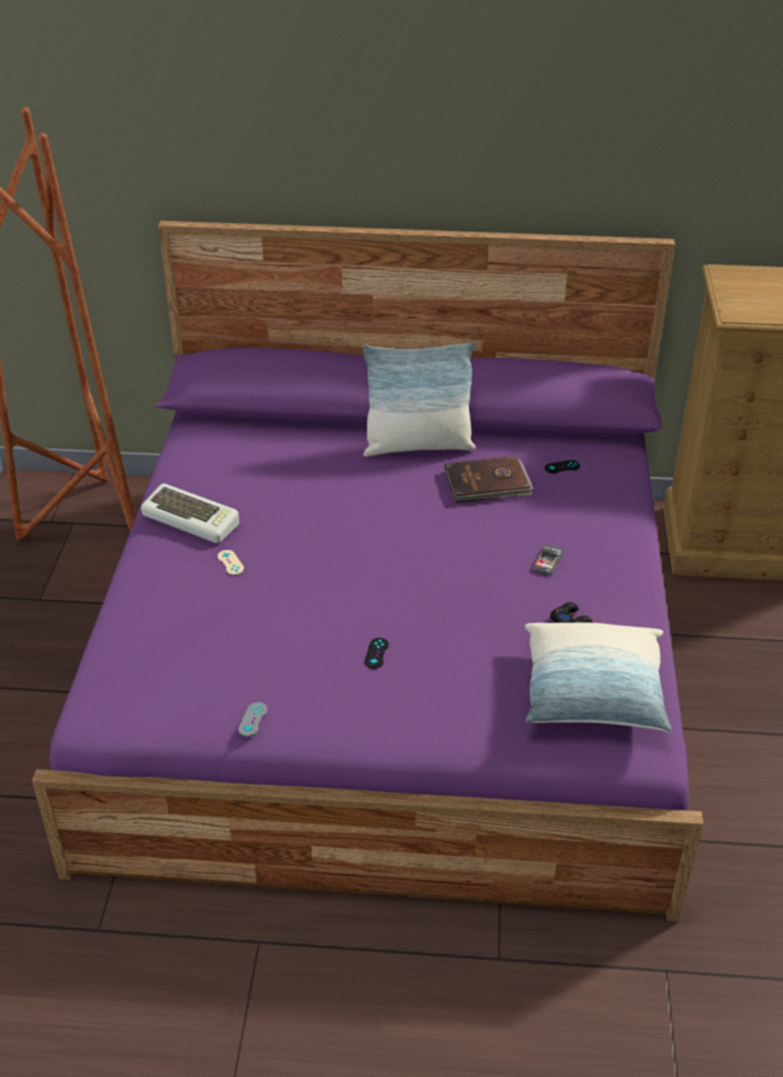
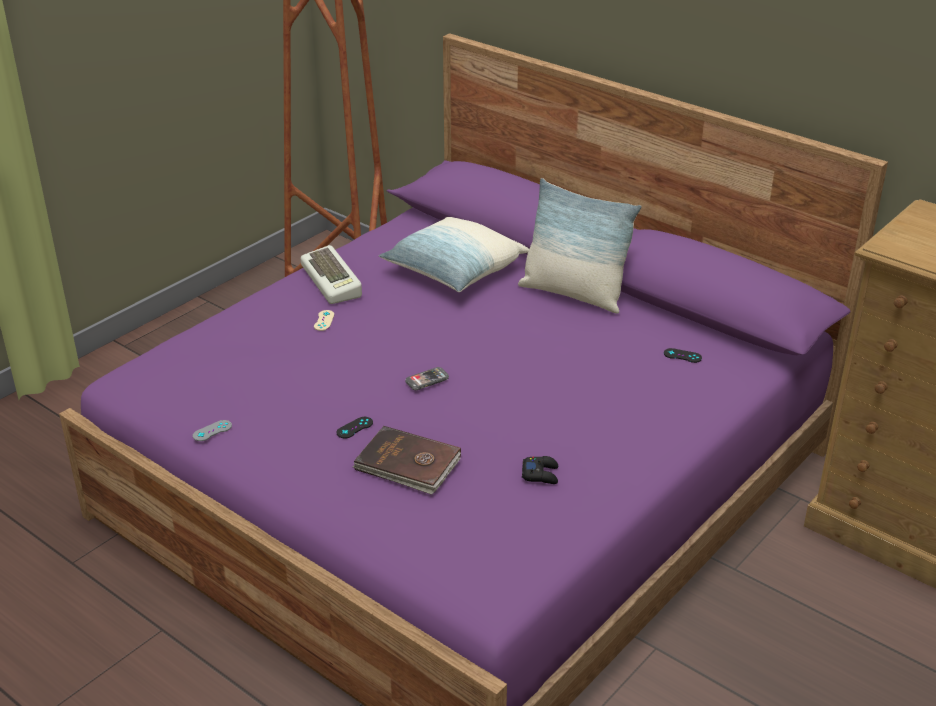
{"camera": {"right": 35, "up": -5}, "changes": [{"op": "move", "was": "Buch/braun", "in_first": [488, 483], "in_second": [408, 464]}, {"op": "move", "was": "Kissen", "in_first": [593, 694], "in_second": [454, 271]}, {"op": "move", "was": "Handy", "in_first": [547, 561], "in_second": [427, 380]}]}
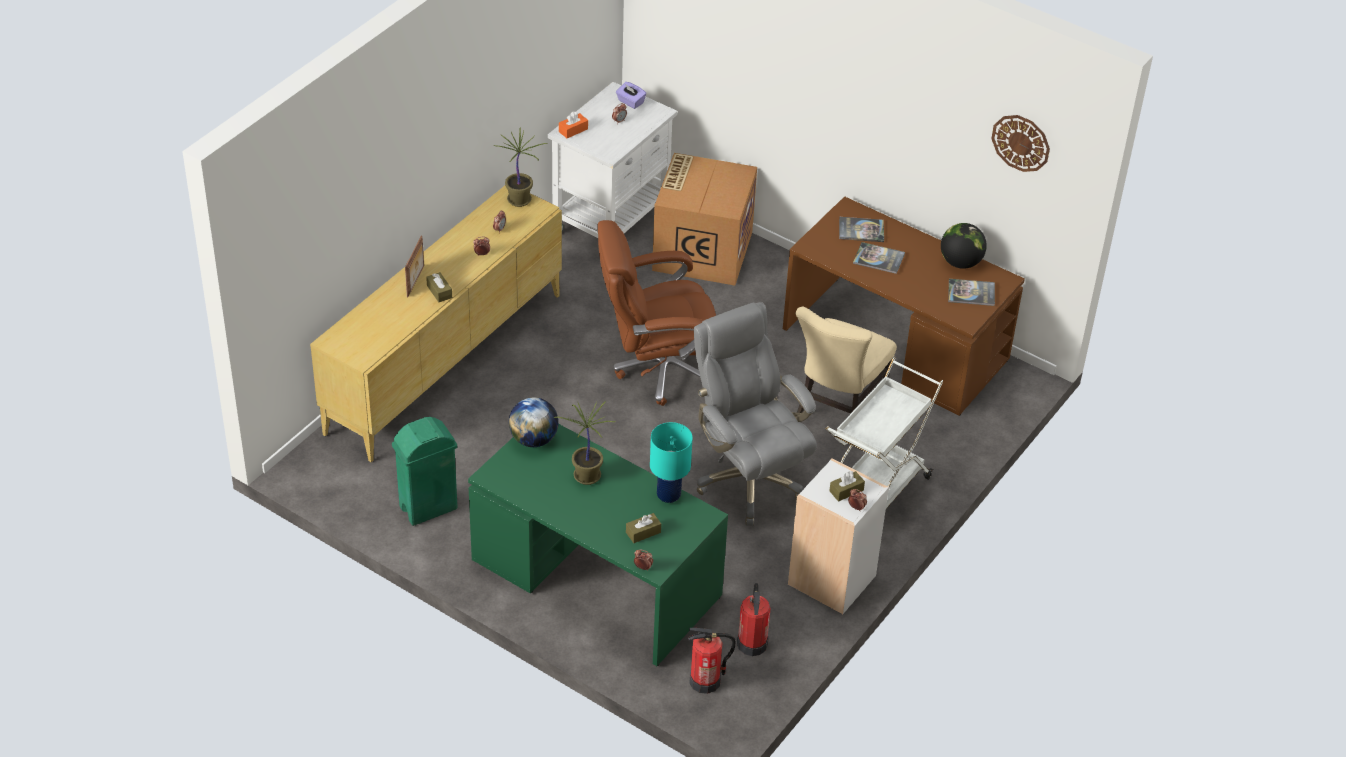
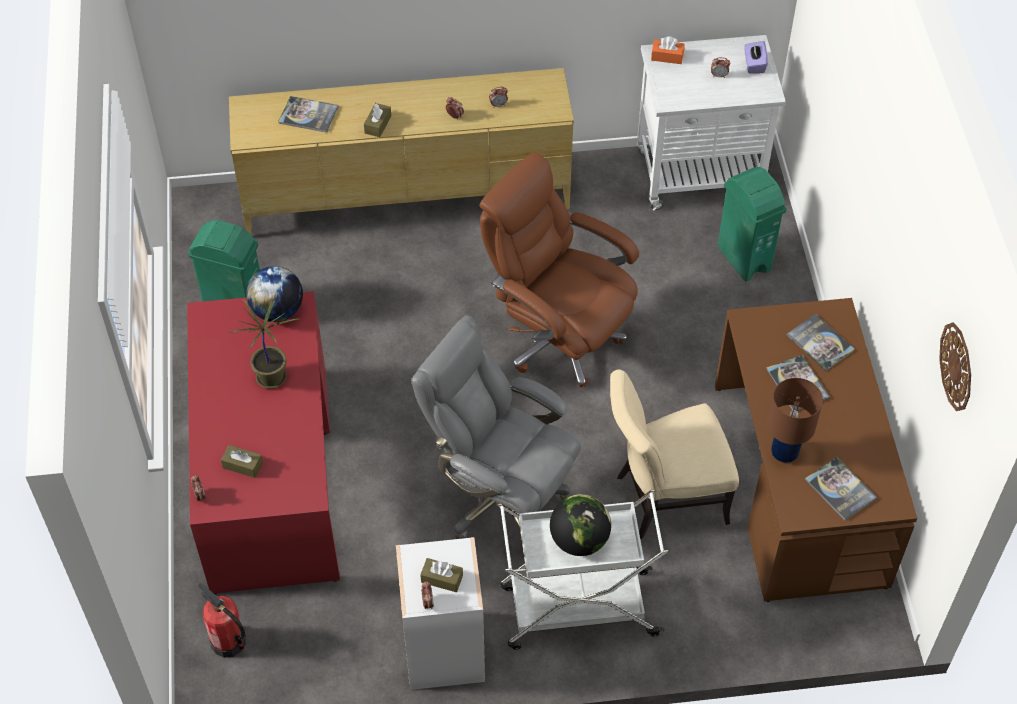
{"camera": {"right": 50, "up": 10}, "changes": [{"op": "delete", "was": "Bilderrahmen", "in_first": [416, 281]}, {"op": "delete", "was": "Topfpflanze", "in_first": [520, 200]}, {"op": "delete", "was": "Tischlampe/türkis", "in_first": [669, 496]}, {"op": "delete", "was": "Feuerlöscher", "in_first": [752, 643]}, {"op": "insert", "now": "Buch", "in_second": [308, 115]}, {"op": "insert", "now": "Tischlampe/braun", "in_second": [784, 453]}, {"op": "move", "was": "Globus", "in_first": [960, 262], "in_second": [579, 540]}, {"op": "replace", "was": "Karton", "now": "Mülleimer/grün", "in_first": [701, 250], "in_second": [744, 258]}, {"op": "recolor", "was": "Schreibtisch/grün", "now": "Schreibtisch/rot", "in_first": [595, 579], "in_second": [269, 477]}, {"op": "rotate", "was": "Bürostuhl/grau", "in_first": [748, 479], "in_second": [500, 497], "clockwise": -75}]}
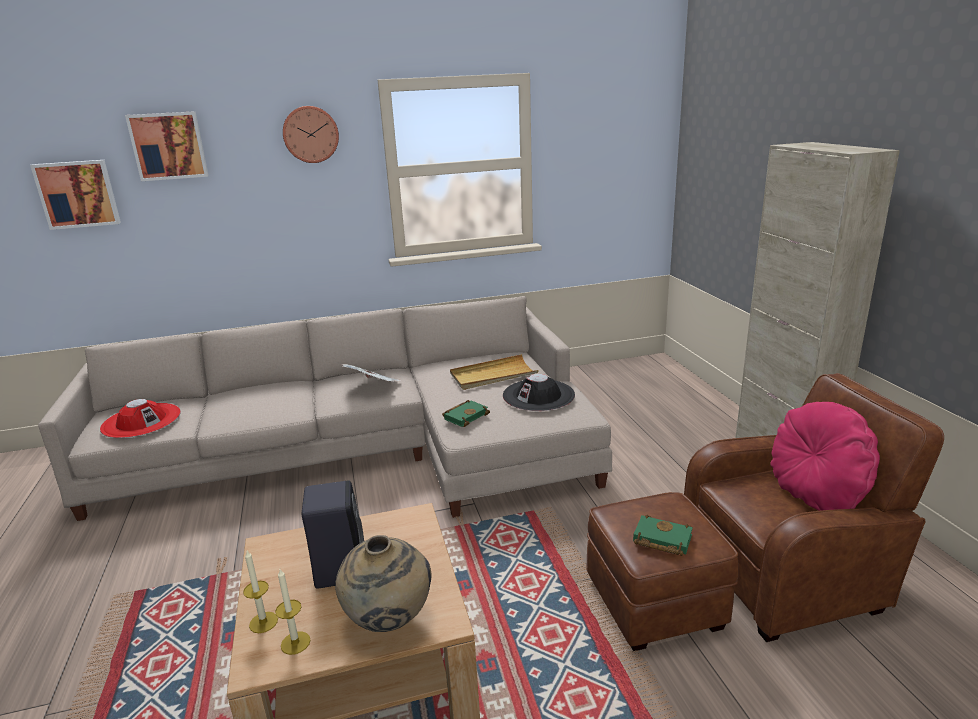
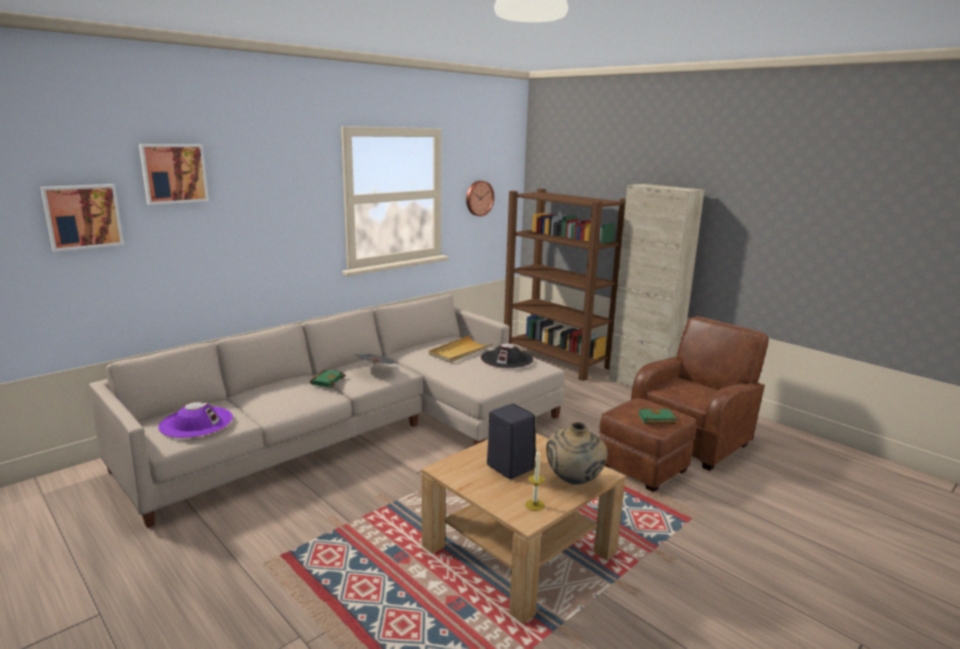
{"camera": {"right": -30, "up": -5}, "changes": [{"op": "delete", "was": "Kerze", "in_first": [263, 622]}, {"op": "delete", "was": "Kissen/rosa", "in_first": [815, 497]}, {"op": "insert", "now": "Bücherregal/braun", "in_second": [556, 359]}, {"op": "move", "was": "Wanduhr", "in_first": [310, 134], "in_second": [478, 198]}, {"op": "move", "was": "Buch/grün", "in_first": [466, 416], "in_second": [327, 381]}, {"op": "recolor", "was": "Hut/rot", "now": "Hut/lila", "in_first": [141, 420], "in_second": [196, 422]}]}
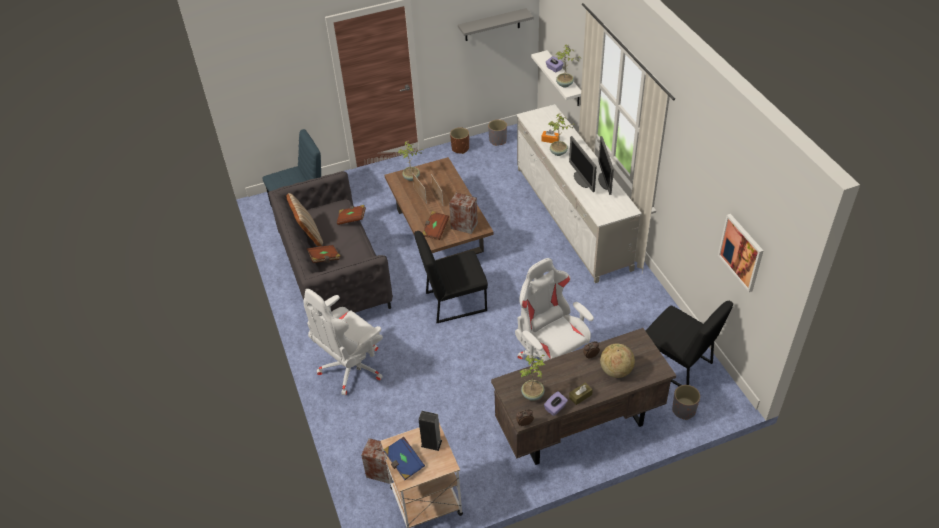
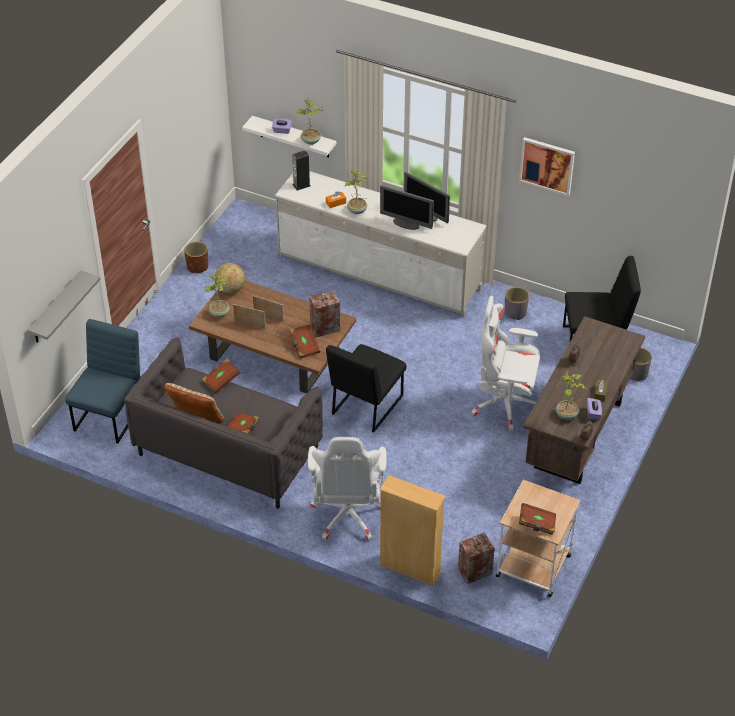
{"camera": {"right": -45, "up": 0}, "changes": [{"op": "insert", "now": "Bücherregal/beige", "in_second": [410, 568]}, {"op": "move", "was": "Lautsprecher", "in_first": [431, 443], "in_second": [301, 185]}, {"op": "move", "was": "Wandregal/grau", "in_first": [492, 25], "in_second": [56, 308]}, {"op": "move", "was": "Pflanzkübel/grau", "in_first": [498, 140], "in_second": [515, 312]}, {"op": "move", "was": "Globus", "in_first": [615, 370], "in_second": [230, 289]}, {"op": "move", "was": "Bild", "in_first": [741, 252], "in_second": [547, 165]}, {"op": "recolor", "was": "Buch/blau", "now": "Buch/braun", "in_first": [404, 463], "in_second": [537, 524]}]}
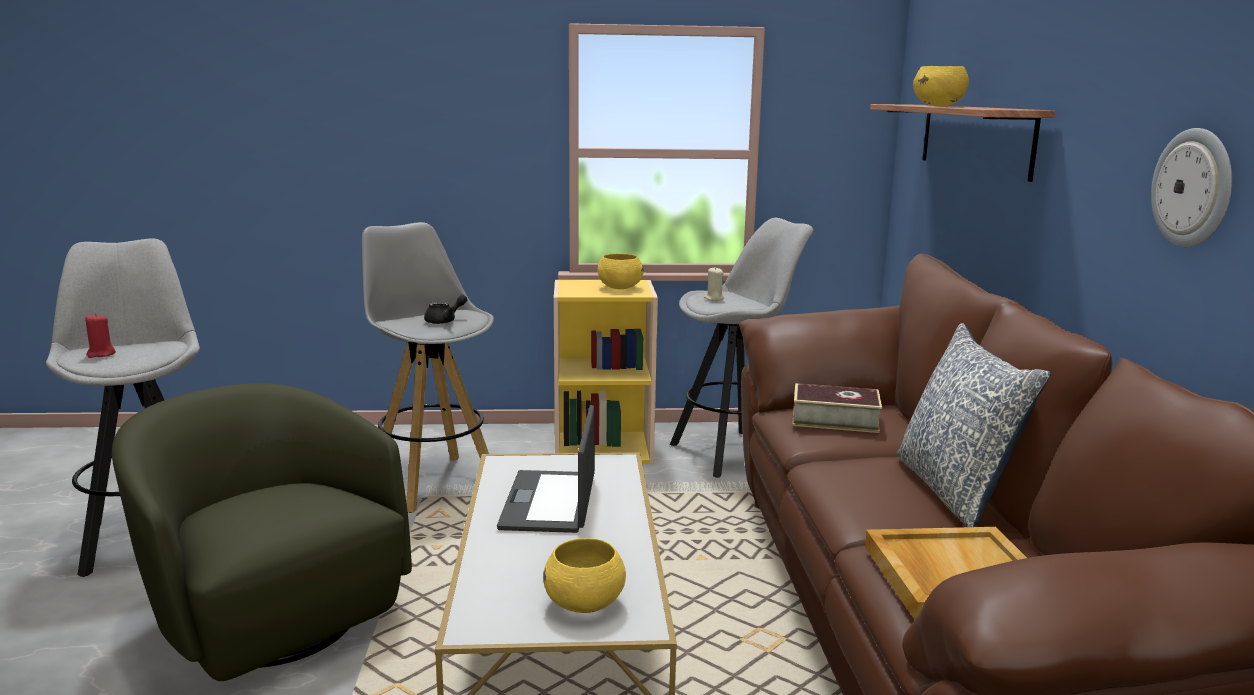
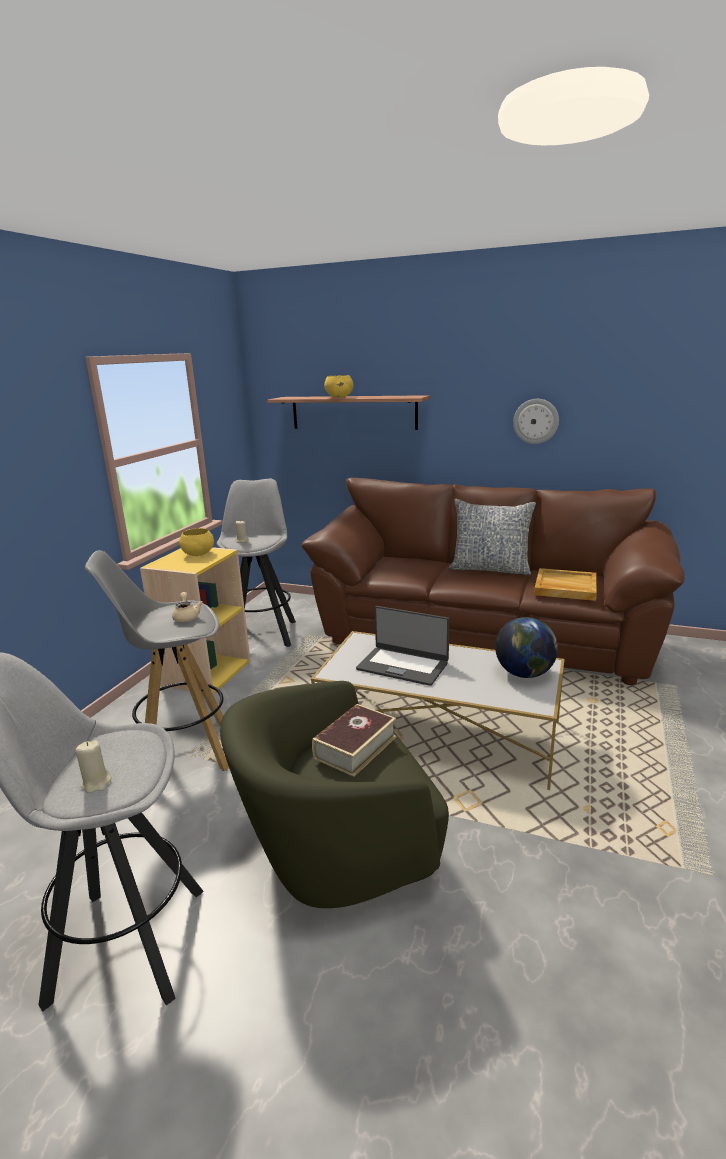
{"camera": {"right": -65, "up": 5}, "changes": [{"op": "move", "was": "Buch", "in_first": [835, 419], "in_second": [355, 747]}, {"op": "replace", "was": "Schüssel/gelb", "now": "Globus", "in_first": [585, 604], "in_second": [524, 673]}, {"op": "recolor", "was": "Kerze/rot", "now": "Kerze/beige", "in_first": [101, 354], "in_second": [96, 783]}, {"op": "recolor", "was": "Teekanne/schwarz", "now": "Teekanne/beige", "in_first": [445, 321], "in_second": [186, 616]}]}
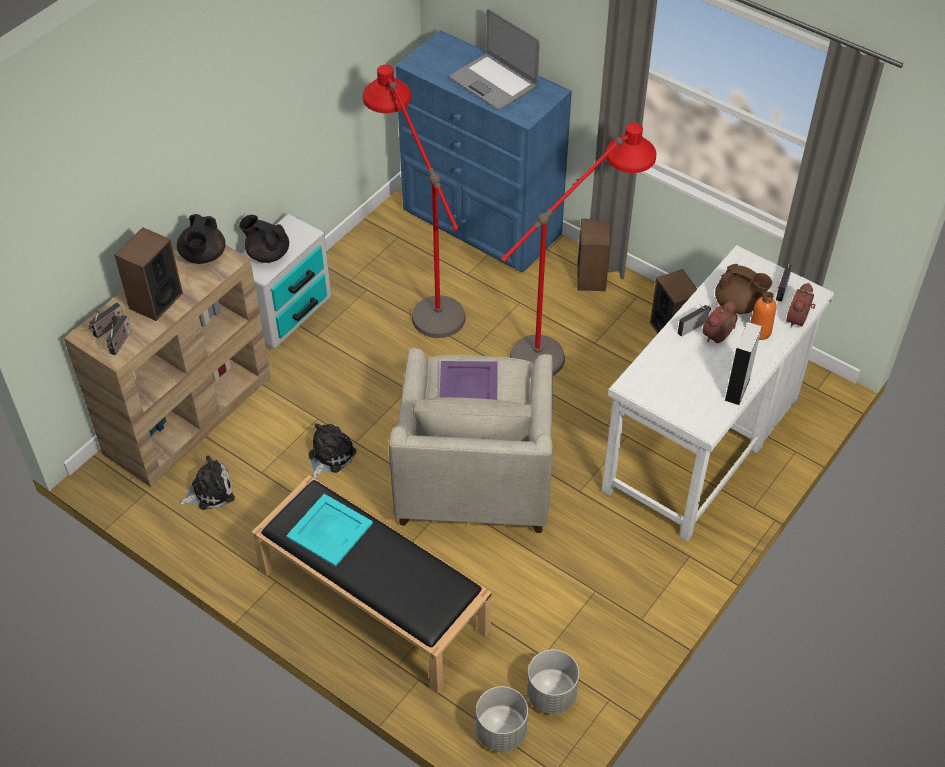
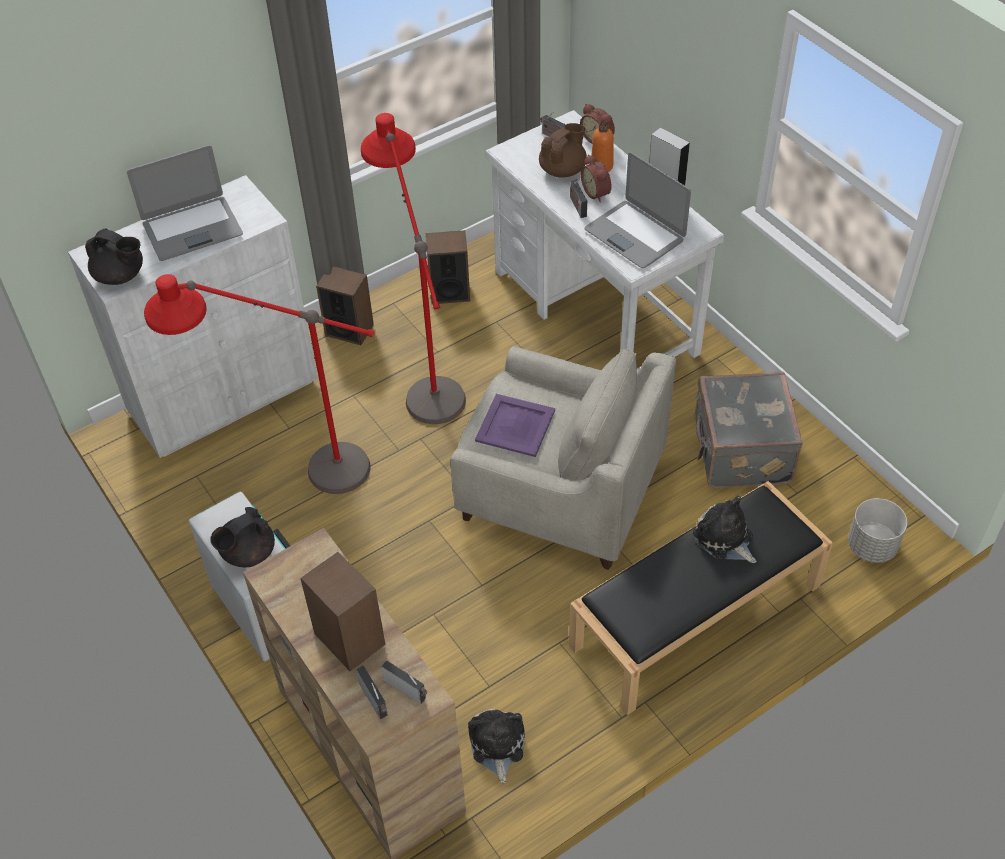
{"camera": {"right": -70, "up": 0}, "changes": [{"op": "delete", "was": "Tablett/türkis", "in_first": [330, 530]}, {"op": "delete", "was": "Pflanzkübel/grau", "in_first": [551, 695]}, {"op": "insert", "now": "Laptop", "in_second": [635, 235]}, {"op": "insert", "now": "Koffer/grau", "in_second": [740, 452]}, {"op": "move", "was": "Teekanne/schwarz", "in_first": [203, 256], "in_second": [121, 276]}, {"op": "move", "was": "Plüschtier", "in_first": [329, 455], "in_second": [725, 539]}, {"op": "recolor", "was": "Kommode/blau", "now": "Kommode/weiß", "in_first": [481, 226], "in_second": [225, 398]}]}
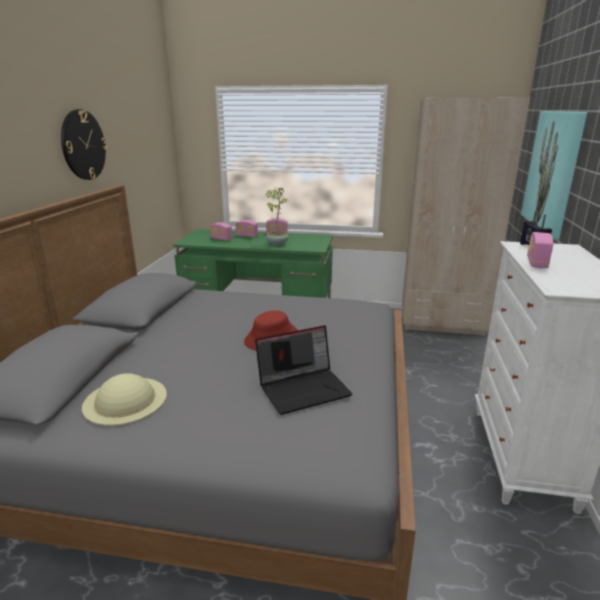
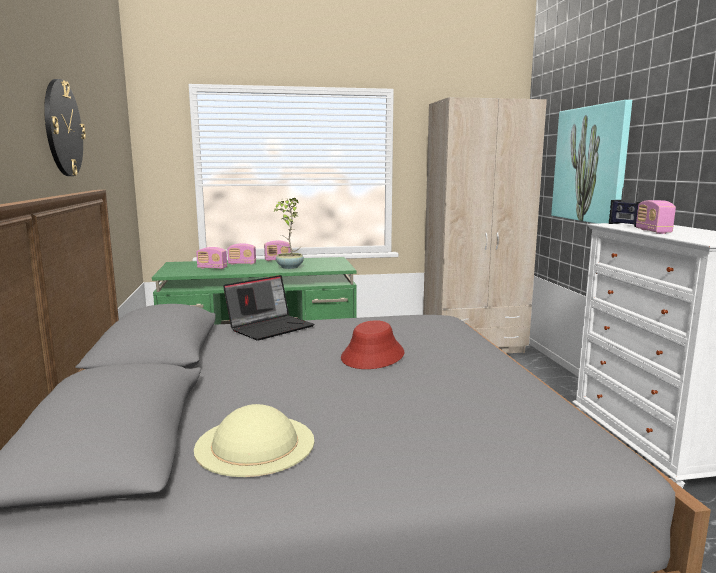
{"camera": {"right": -20, "up": -10}, "changes": [{"op": "move", "was": "Laptop", "in_first": [304, 388], "in_second": [271, 327]}]}
